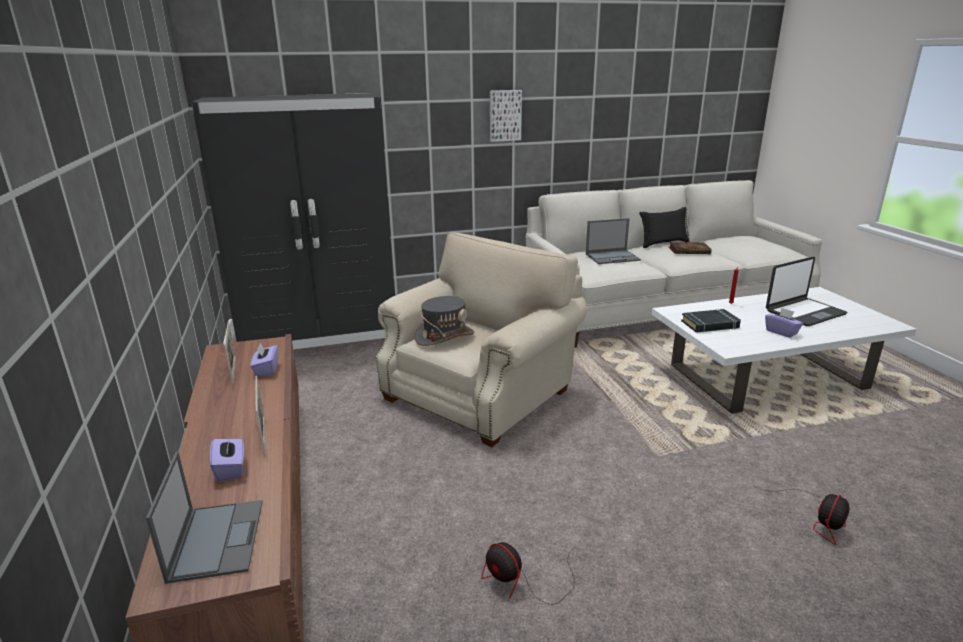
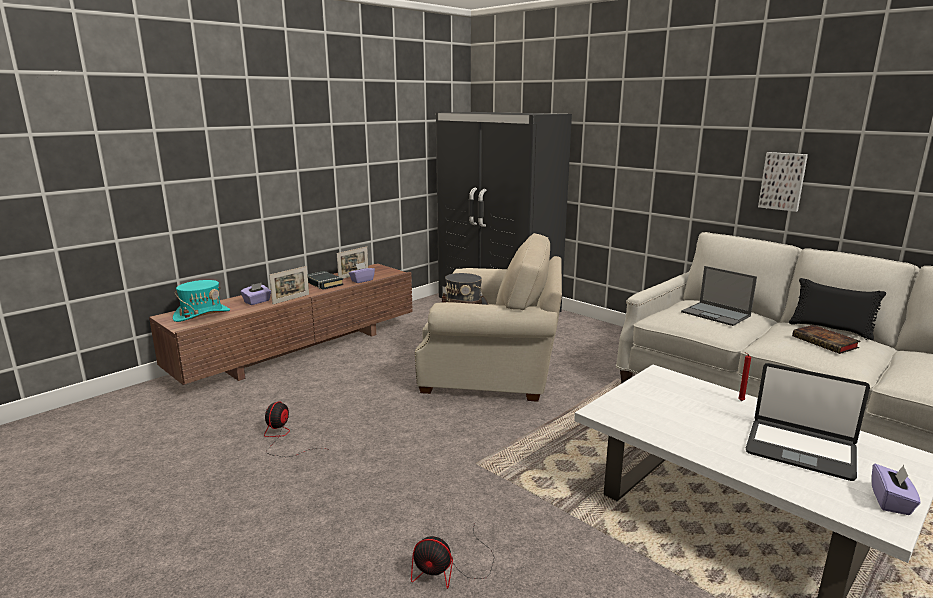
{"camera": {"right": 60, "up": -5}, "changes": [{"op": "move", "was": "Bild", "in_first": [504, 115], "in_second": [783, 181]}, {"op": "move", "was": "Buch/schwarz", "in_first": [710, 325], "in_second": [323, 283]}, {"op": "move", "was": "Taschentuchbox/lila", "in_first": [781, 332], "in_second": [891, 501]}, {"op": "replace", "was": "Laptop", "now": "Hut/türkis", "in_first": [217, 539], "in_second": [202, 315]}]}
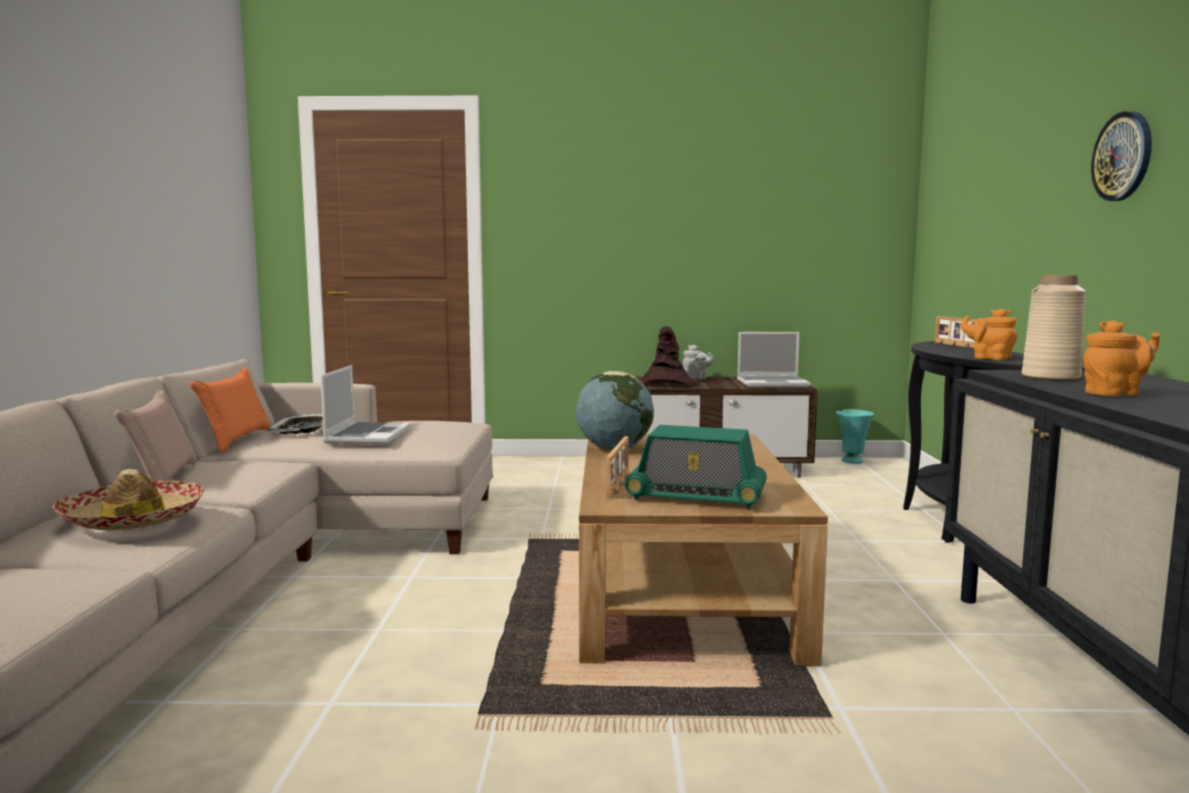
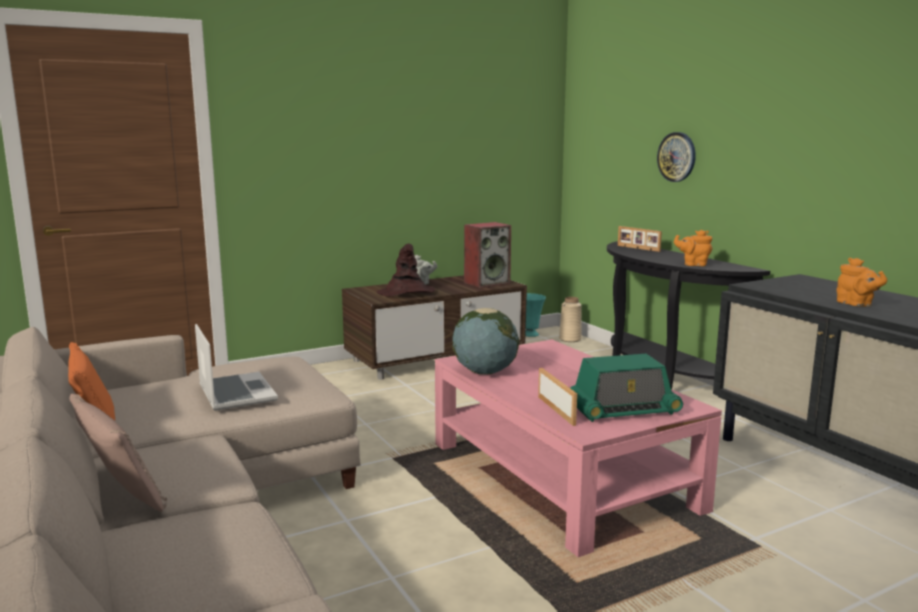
{"camera": {"right": -30, "up": 5}, "changes": [{"op": "delete", "was": "Hut", "in_first": [132, 519]}, {"op": "delete", "was": "Tablett", "in_first": [304, 429]}, {"op": "move", "was": "Vase/beige", "in_first": [1051, 377], "in_second": [570, 339]}, {"op": "move", "was": "Wanduhr", "in_first": [1123, 156], "in_second": [677, 157]}, {"op": "replace", "was": "Laptop", "now": "Lautsprecher", "in_first": [773, 383], "in_second": [487, 283]}, {"op": "recolor", "was": "Couchtisch/braun", "now": "Couchtisch/rosa", "in_first": [682, 588], "in_second": [560, 474]}, {"op": "rotate", "was": "Teekanne/orange", "in_first": [1115, 394], "in_second": [856, 304], "clockwise": 105}]}
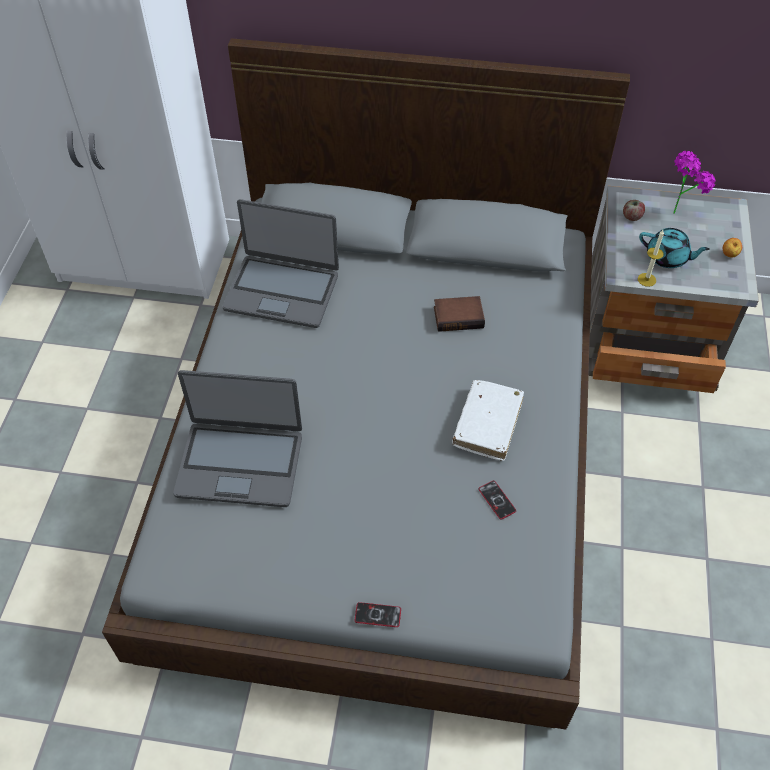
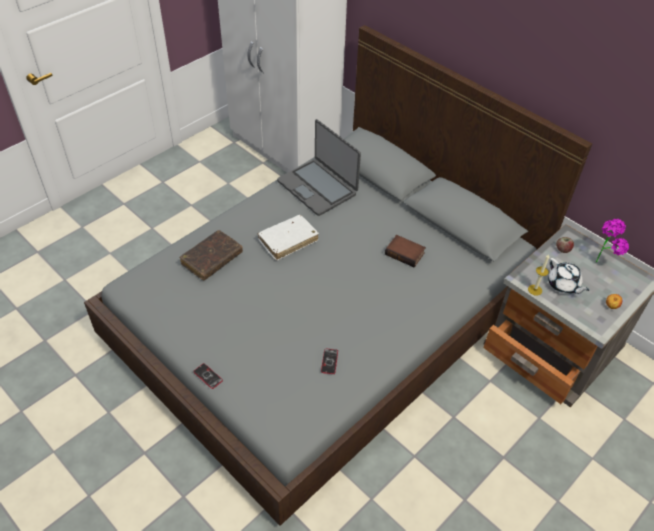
{"camera": {"right": 35, "up": -5}, "changes": [{"op": "move", "was": "Buch/weiß", "in_first": [487, 424], "in_second": [288, 241]}, {"op": "replace", "was": "Laptop", "now": "Buch/braun", "in_first": [240, 463], "in_second": [212, 259]}, {"op": "recolor", "was": "Teekanne/türkis", "now": "Teekanne/weiß", "in_first": [667, 258], "in_second": [563, 285]}]}
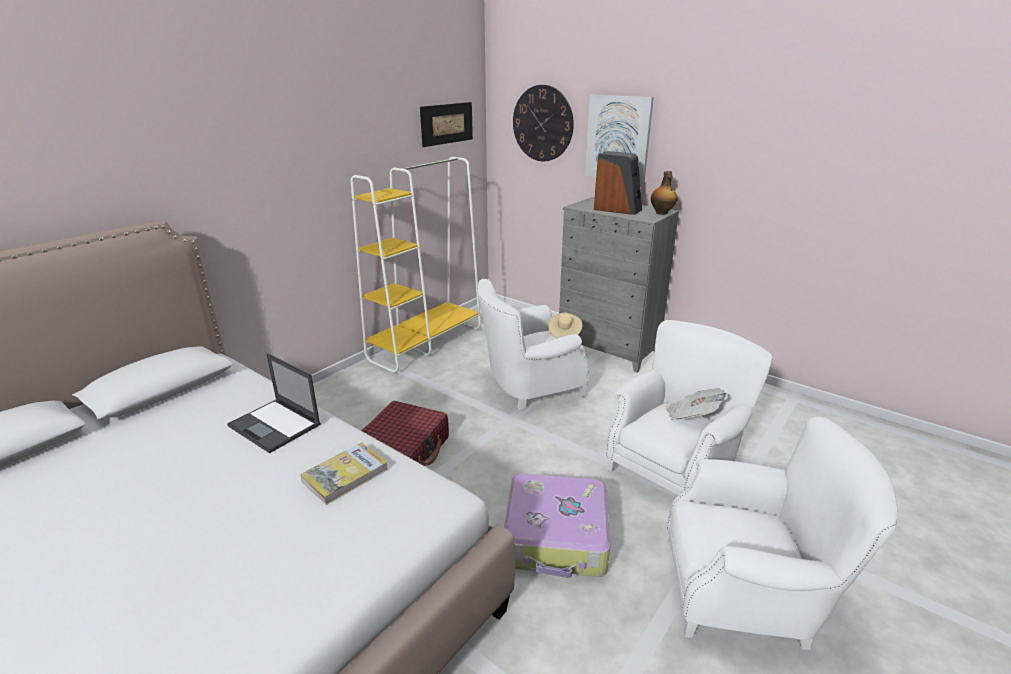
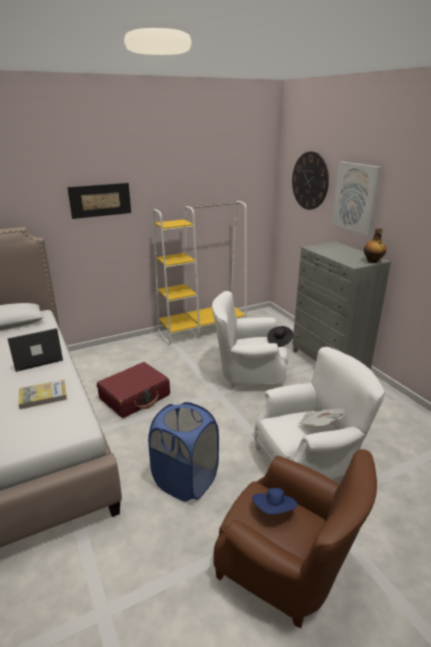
{"camera": {"right": 25, "up": 0}, "changes": [{"op": "delete", "was": "Lautsprecher", "in_first": [617, 209]}, {"op": "insert", "now": "Hut/blau", "in_second": [274, 510]}, {"op": "move", "was": "Bild", "in_first": [447, 123], "in_second": [100, 200]}, {"op": "replace", "was": "Koffer", "now": "Wäschekorb/blau", "in_first": [556, 537], "in_second": [186, 480]}, {"op": "recolor", "was": "Hut/beige", "now": "Hut/schwarz", "in_first": [564, 333], "in_second": [279, 341]}, {"op": "recolor", "was": "Sessel/weiß", "now": "Sessel/braun", "in_first": [747, 592], "in_second": [287, 568]}, {"op": "rotate", "was": "Laptop", "in_first": [275, 425], "in_second": [36, 358], "clockwise": 90}]}
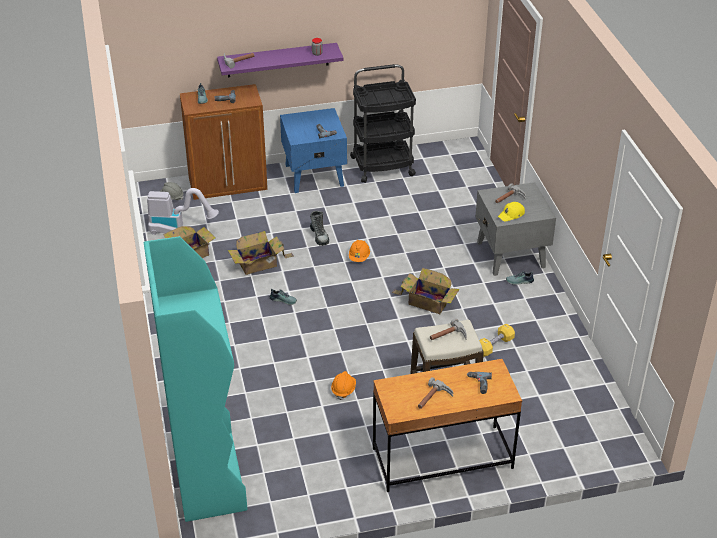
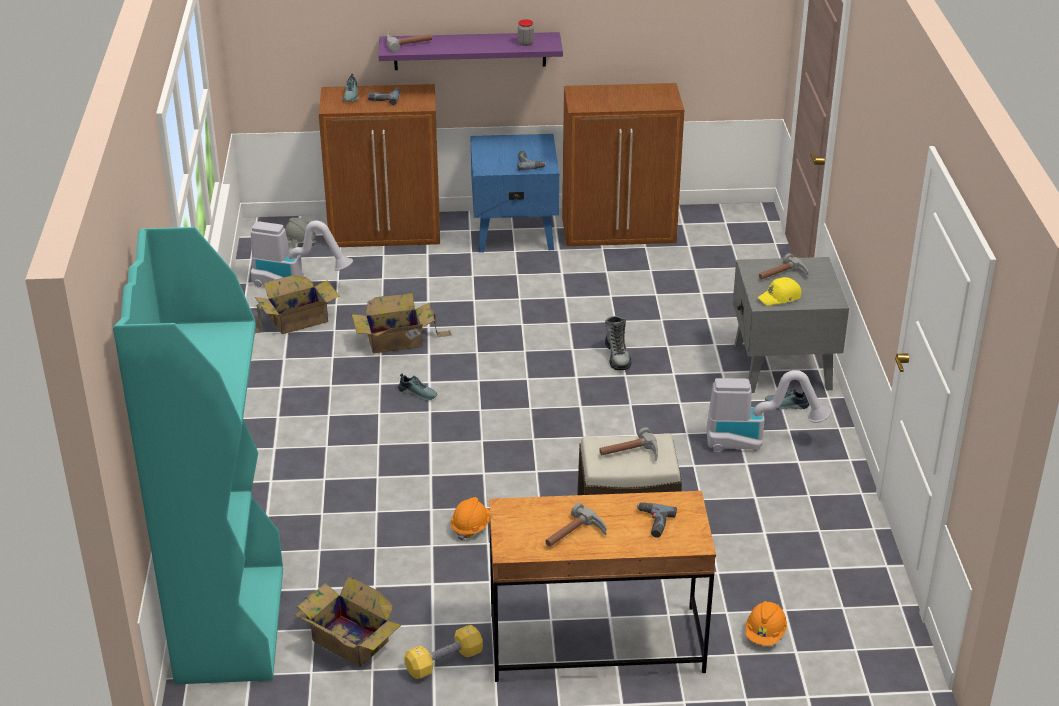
{"camera": {"right": 10, "up": -5}, "changes": [{"op": "insert", "now": "Staubsauger", "in_second": [755, 441]}, {"op": "move", "was": "Stiefel", "in_first": [319, 236], "in_second": [617, 356]}, {"op": "move", "was": "Schutzhelm/orange", "in_first": [359, 257], "in_second": [765, 634]}, {"op": "move", "was": "Karton", "in_first": [427, 301], "in_second": [348, 639]}, {"op": "move", "was": "Hantel/gelb", "in_first": [494, 346], "in_second": [444, 662]}, {"op": "replace", "was": "Rollwagen/schwarz", "now": "Schrank/braun", "in_first": [382, 166], "in_second": [619, 229]}]}
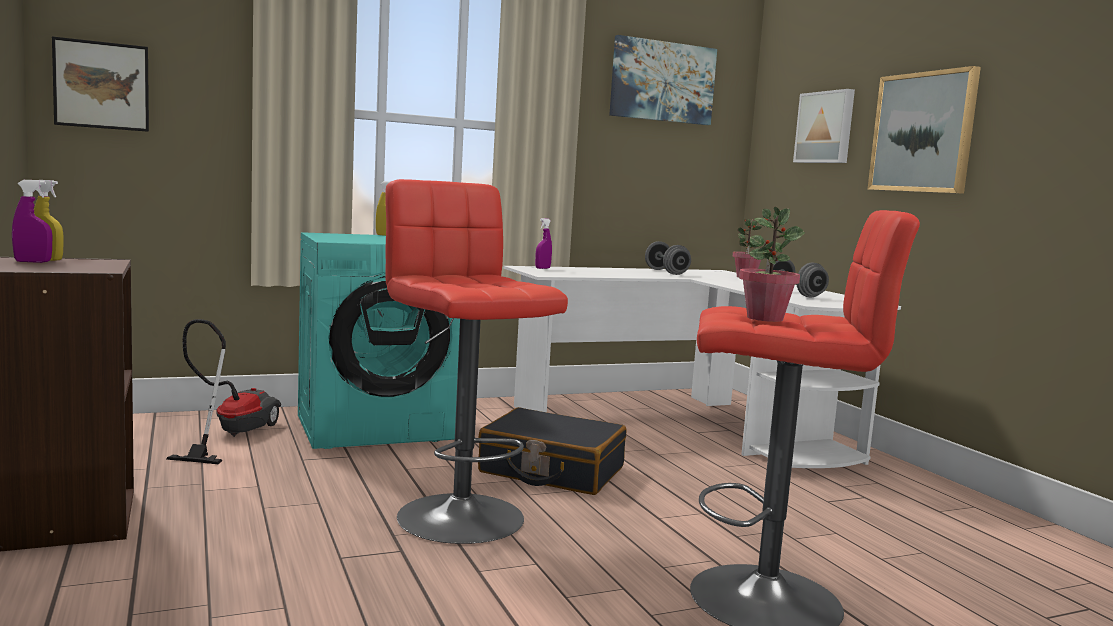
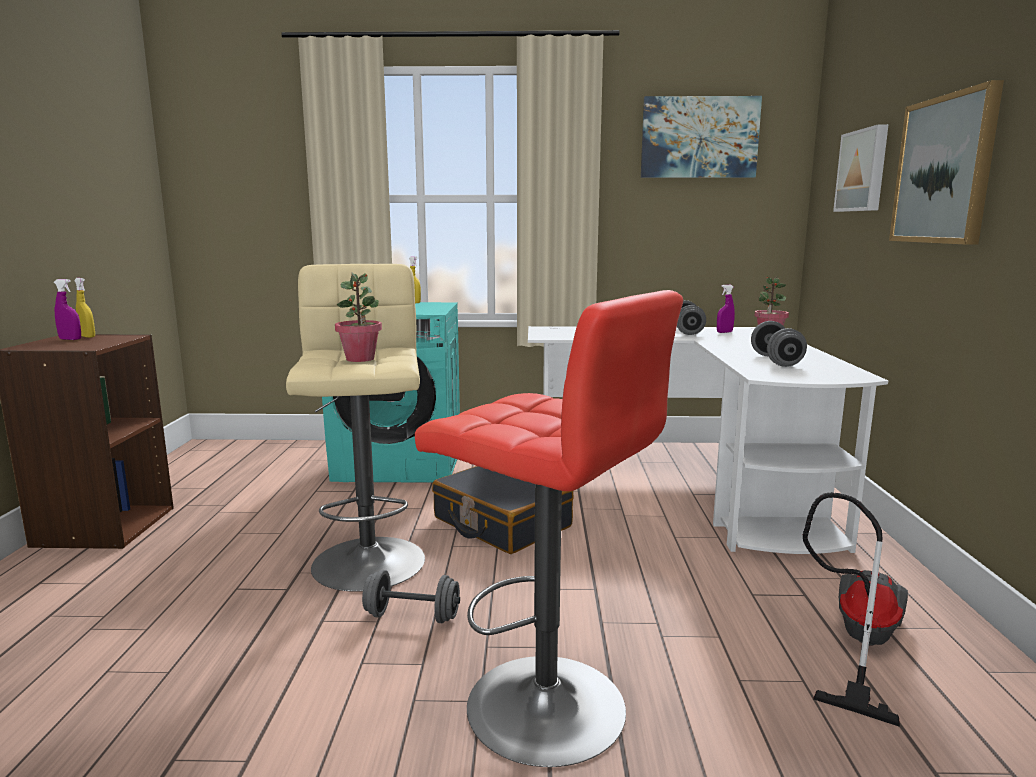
{"camera": {"right": 25, "up": 5}, "changes": [{"op": "delete", "was": "Bild", "in_first": [101, 85]}, {"op": "insert", "now": "Hantel/grau", "in_second": [412, 616]}, {"op": "move", "was": "Staubsauger", "in_first": [230, 435], "in_second": [856, 641]}, {"op": "move", "was": "Sprühflasche/lila", "in_first": [542, 268], "in_second": [724, 332]}, {"op": "move", "was": "Topfpflanze", "in_first": [765, 318], "in_second": [360, 359]}, {"op": "recolor", "was": "Hocker/rot", "now": "Hocker/beige", "in_first": [461, 517], "in_second": [370, 562]}]}
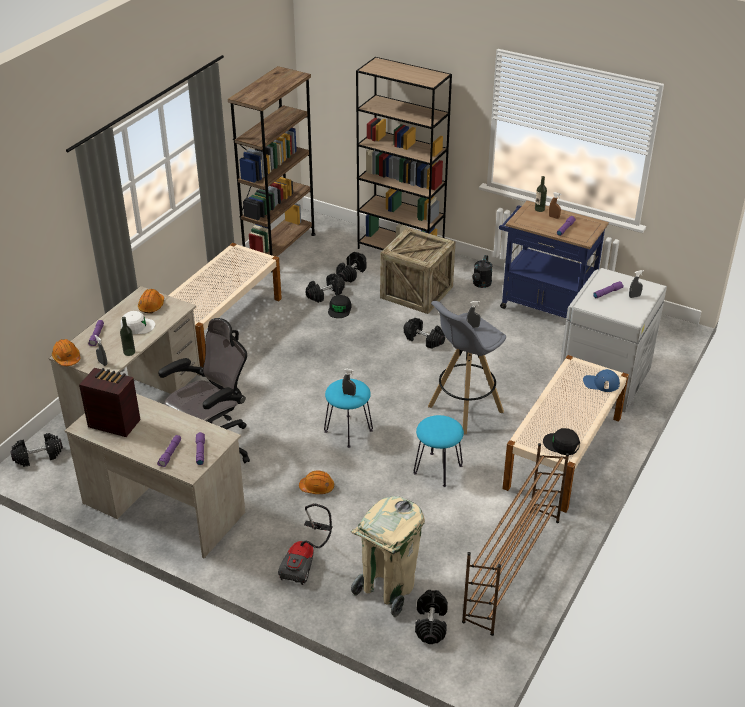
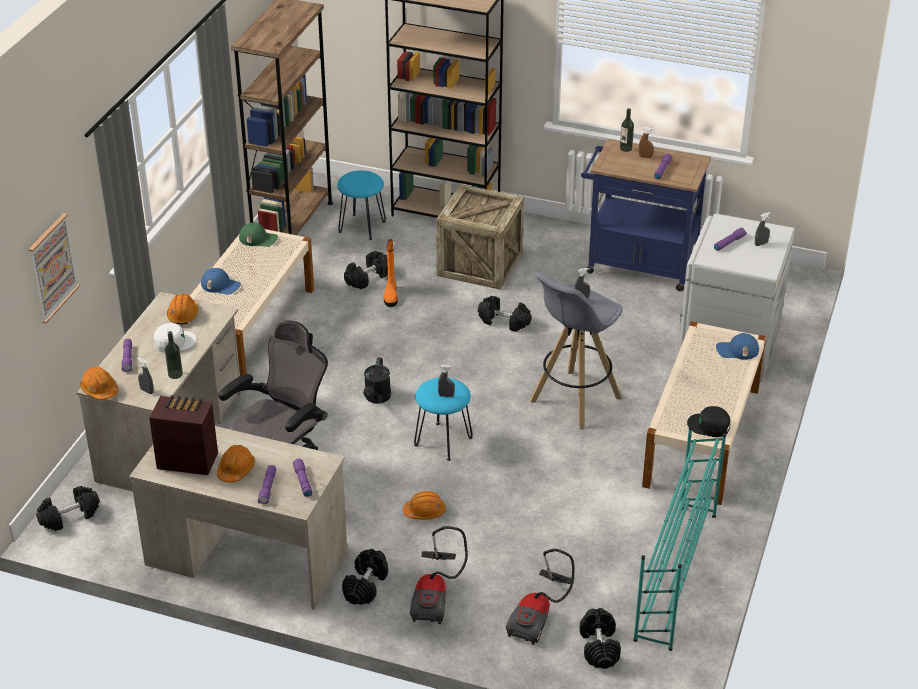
{"camera": {"right": -10, "up": 0}, "changes": [{"op": "insert", "now": "Bild", "in_second": [52, 267]}, {"op": "insert", "now": "Kappe/blau", "in_second": [221, 285]}, {"op": "insert", "now": "Schutzhelm/orange", "in_second": [236, 470]}, {"op": "insert", "now": "Kappe/grün", "in_second": [258, 239]}, {"op": "move", "was": "Hantel/schwarz", "in_first": [351, 274], "in_second": [366, 586]}, {"op": "move", "was": "Hocker/türkis", "in_first": [437, 469], "in_second": [362, 227]}, {"op": "move", "was": "Gießkanne/schwarz", "in_first": [481, 284], "in_second": [377, 398]}, {"op": "replace", "was": "Kappe/schwarz", "now": "Stiefel/orange", "in_first": [339, 309], "in_second": [391, 295]}, {"op": "replace", "was": "Mülleimer/beige", "now": "Staubsauger", "in_first": [387, 589], "in_second": [539, 616]}, {"op": "recolor", "was": "Schuhregal/braun", "now": "Schuhregal/türkis", "in_first": [512, 570], "in_second": [675, 576]}]}
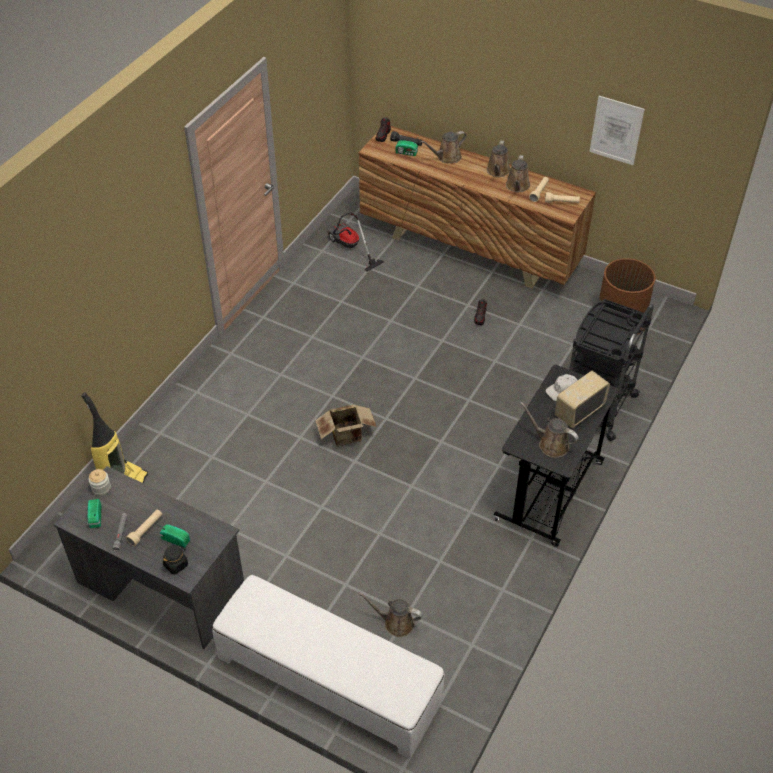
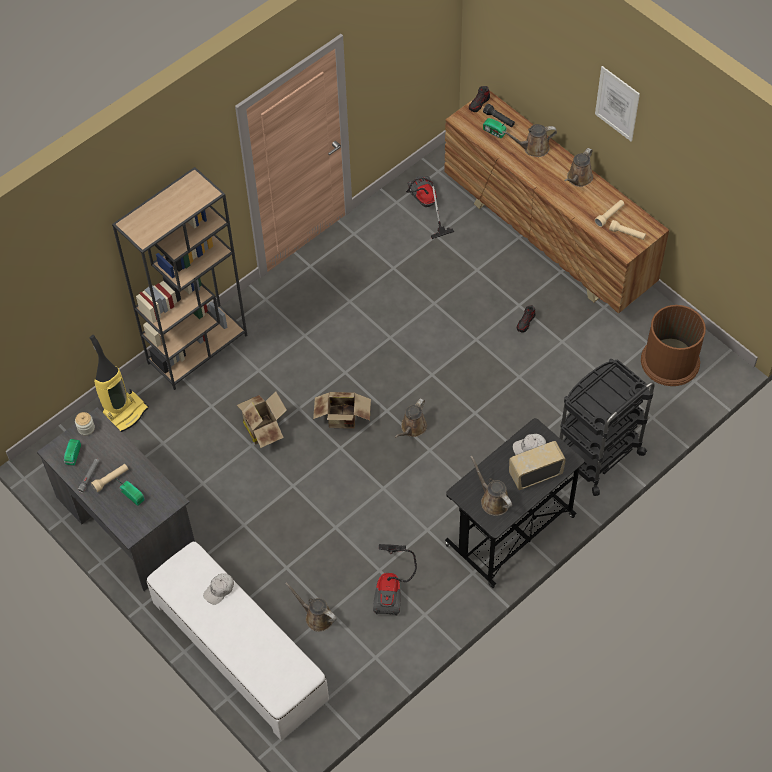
{"camera": {"right": 20, "up": 10}, "changes": [{"op": "delete", "was": "Vorratsglas/schwarz", "in_first": [176, 565]}, {"op": "insert", "now": "Bücherregal", "in_second": [197, 348]}, {"op": "insert", "now": "Kappe/weiß", "in_second": [219, 590]}, {"op": "insert", "now": "Karton", "in_second": [263, 428]}, {"op": "insert", "now": "Staubsauger", "in_second": [392, 587]}, {"op": "move", "was": "Gießkanne/braun", "in_first": [517, 186], "in_second": [412, 428]}, {"op": "move", "was": "Bild", "in_first": [616, 130], "in_second": [617, 103]}]}
